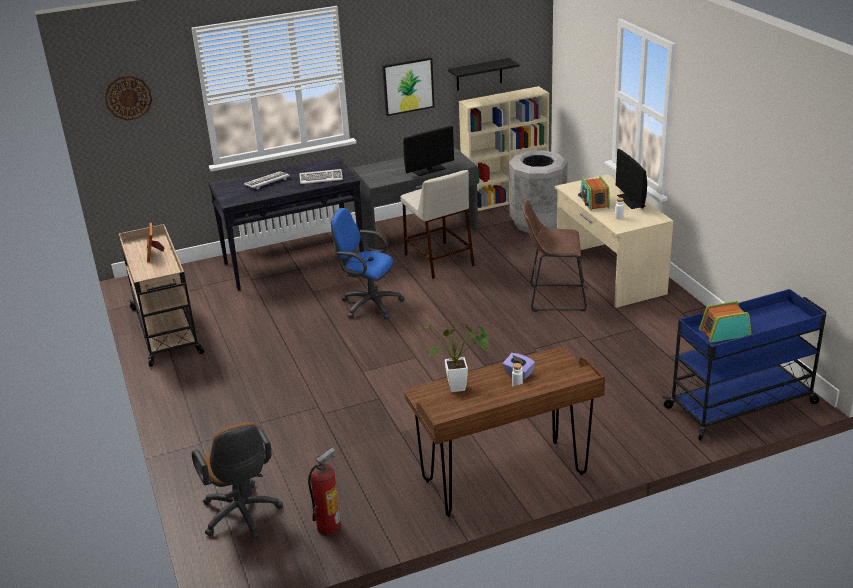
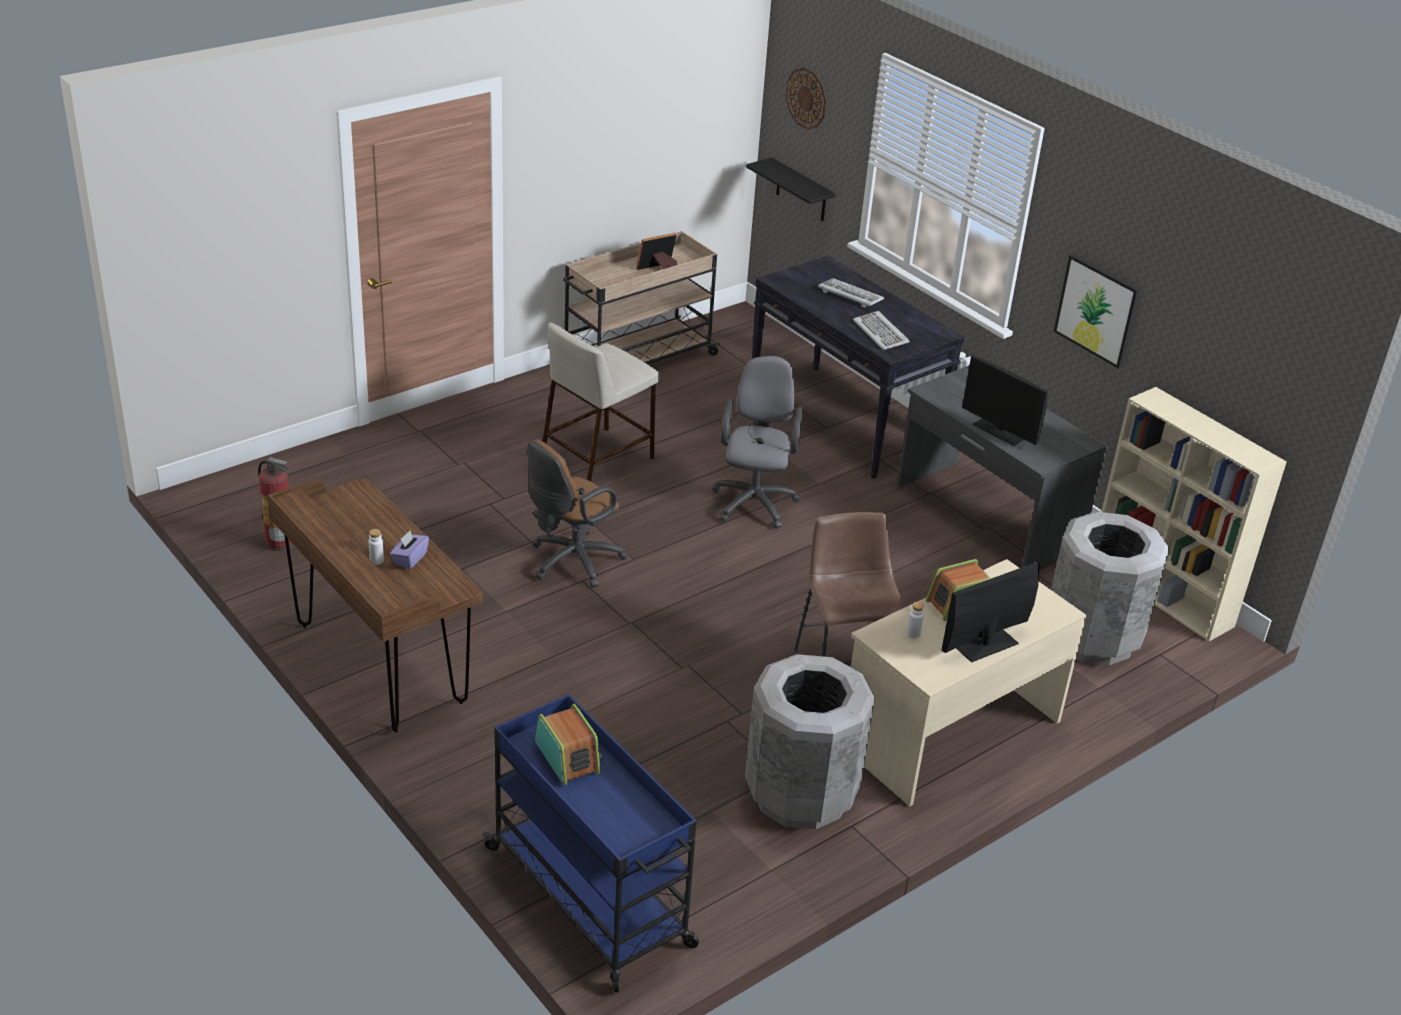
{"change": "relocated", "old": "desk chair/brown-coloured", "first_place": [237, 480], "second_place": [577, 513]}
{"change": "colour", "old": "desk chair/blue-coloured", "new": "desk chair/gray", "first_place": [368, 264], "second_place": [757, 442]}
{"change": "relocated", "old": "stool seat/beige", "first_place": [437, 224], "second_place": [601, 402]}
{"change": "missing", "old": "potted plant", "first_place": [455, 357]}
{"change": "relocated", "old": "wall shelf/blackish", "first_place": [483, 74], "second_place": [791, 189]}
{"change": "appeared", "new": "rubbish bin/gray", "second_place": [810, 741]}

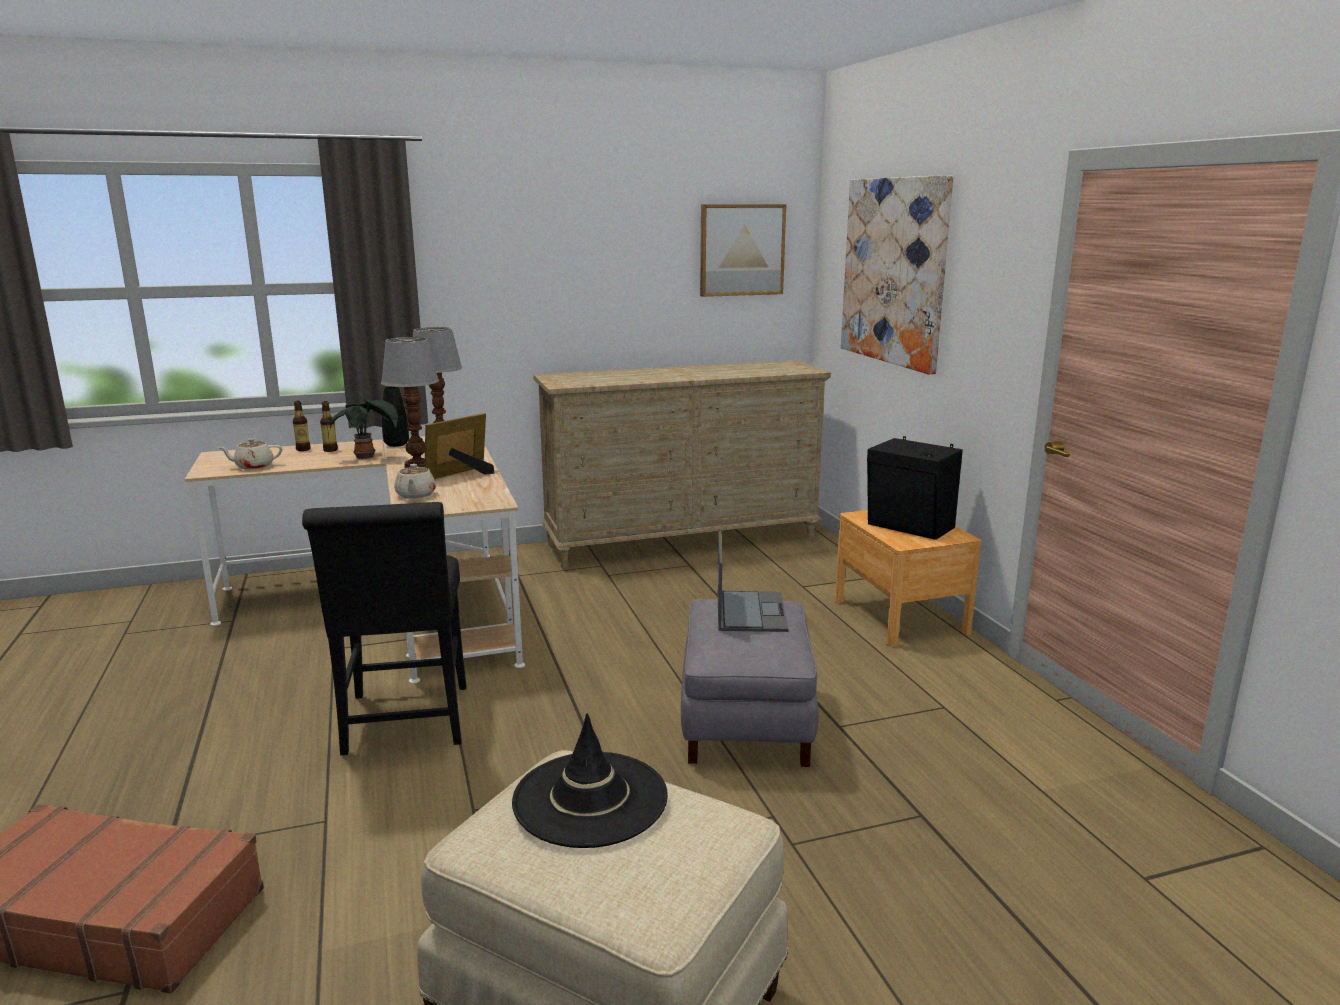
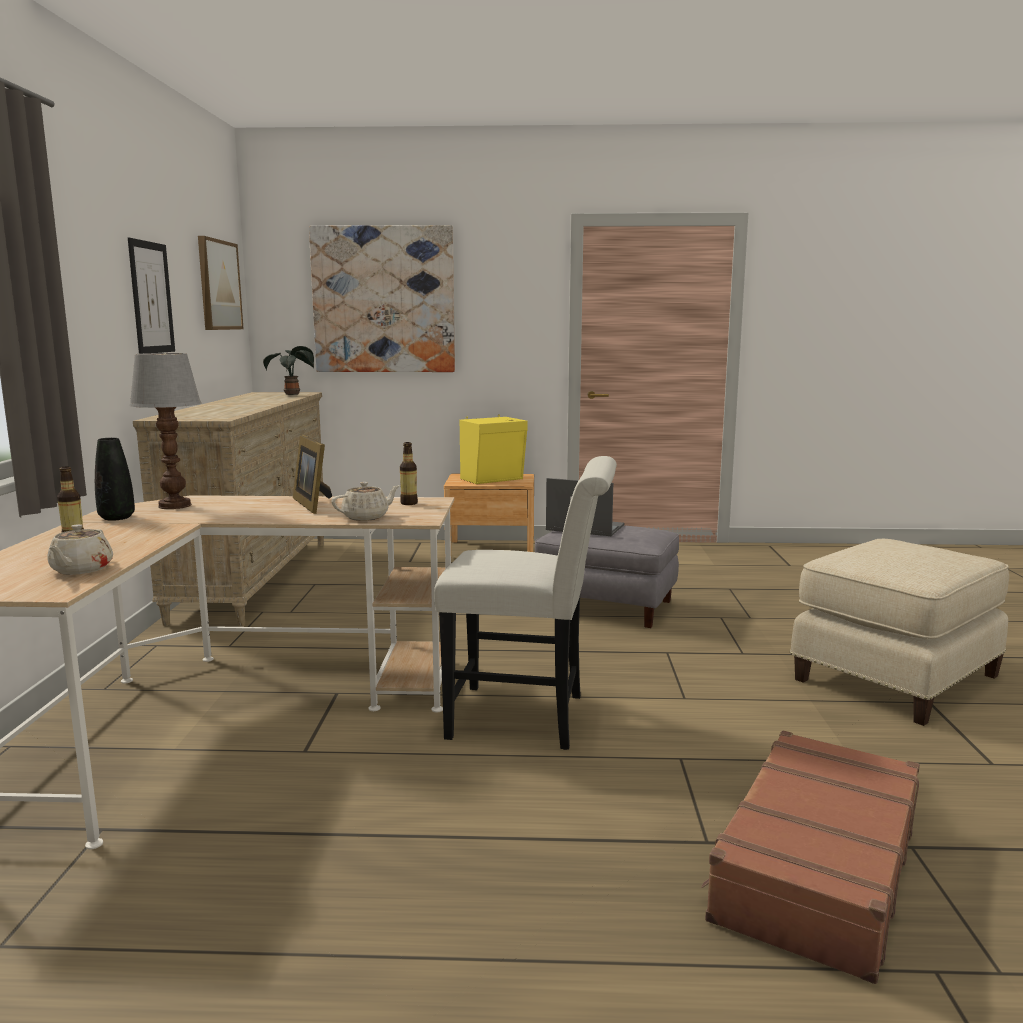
{"change": "relocated", "old": "bottle", "first_place": [302, 426], "second_place": [409, 473]}
{"change": "colour", "old": "plain chair/blackish", "new": "plain chair/white-coloured", "first_place": [384, 629], "second_place": [525, 603]}
{"change": "relocated", "old": "potted plant", "first_place": [364, 429], "second_place": [288, 370]}
{"change": "missing", "old": "tabletop lamp", "first_place": [410, 402]}
{"change": "spun", "old": "tea pot/beige", "first_place": [415, 481], "second_place": [365, 501], "degrees": -45}
{"change": "missing", "old": "hat/blackish", "first_place": [590, 780]}
{"change": "colour", "old": "speaker/blackish", "new": "speaker/yellow", "first_place": [915, 488], "second_place": [494, 449]}
{"change": "appeared", "new": "picture", "second_place": [151, 296]}

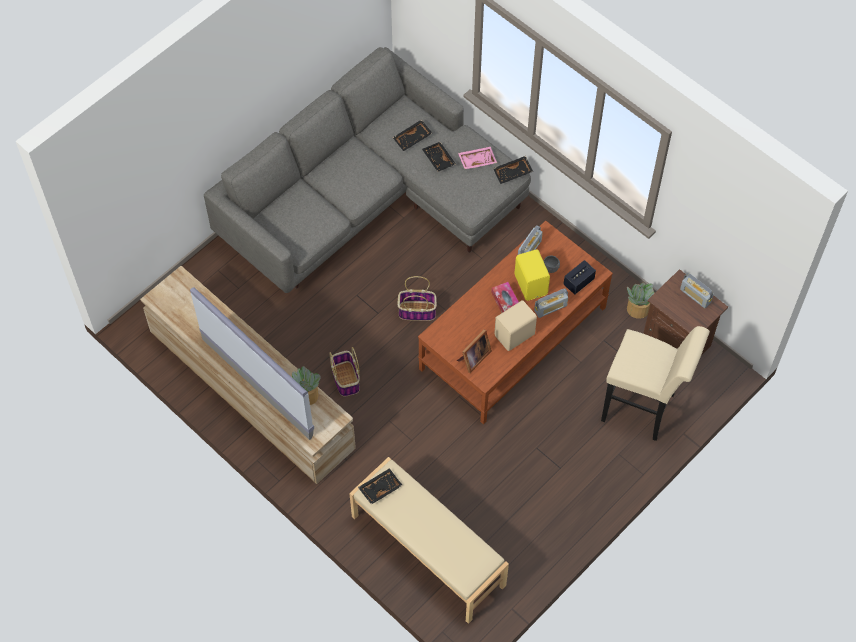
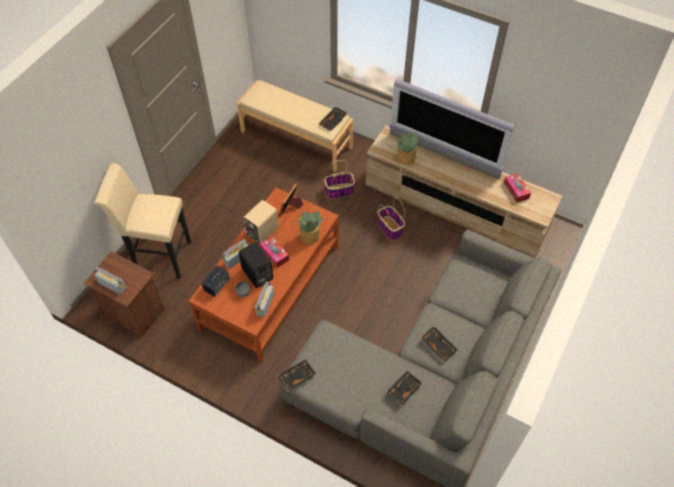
{"change": "relocated", "old": "storage basket", "first_place": [417, 298], "second_place": [339, 179]}
{"change": "relocated", "old": "serving tray/blackish", "first_place": [439, 157], "second_place": [439, 344]}
{"change": "missing", "old": "serving tray/pink", "first_place": [477, 158]}
{"change": "colour", "old": "speaker/yellow", "new": "speaker/blackish", "first_place": [532, 275], "second_place": [256, 265]}
{"change": "relocated", "old": "potted plant", "first_place": [641, 300], "second_place": [310, 227]}
{"change": "appeared", "new": "box of tissues", "second_place": [517, 188]}

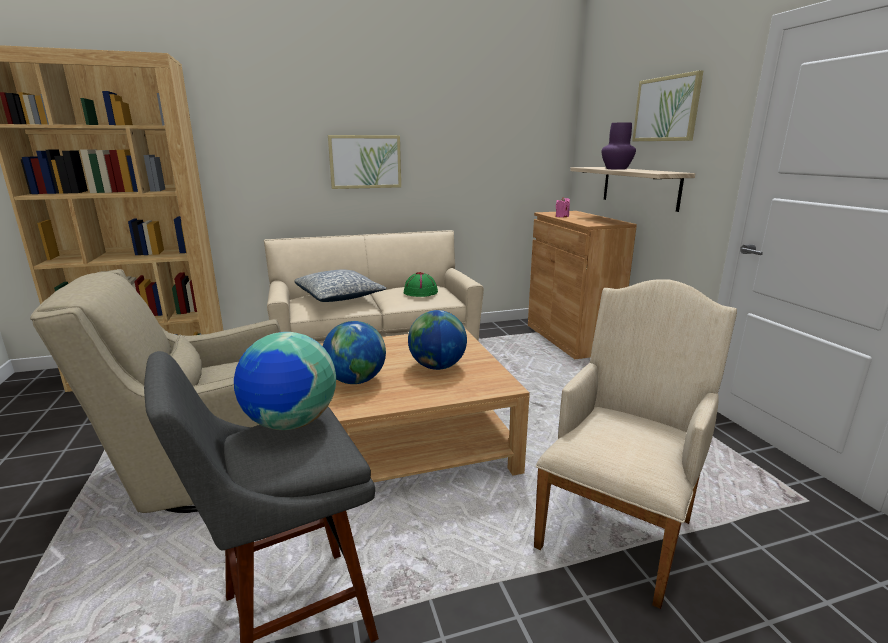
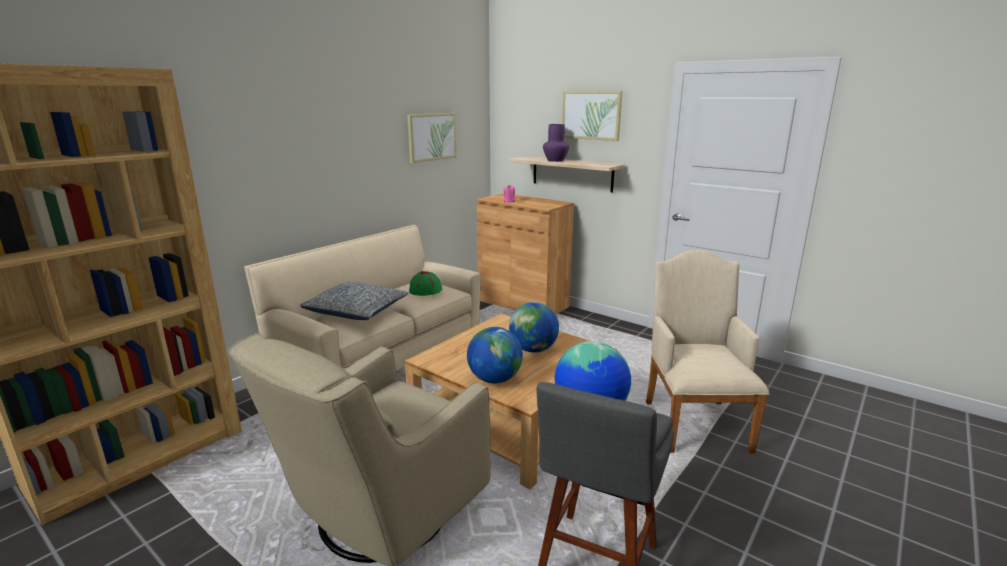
{"change": "relocated", "old": "picture", "first_place": [364, 162], "second_place": [432, 138]}

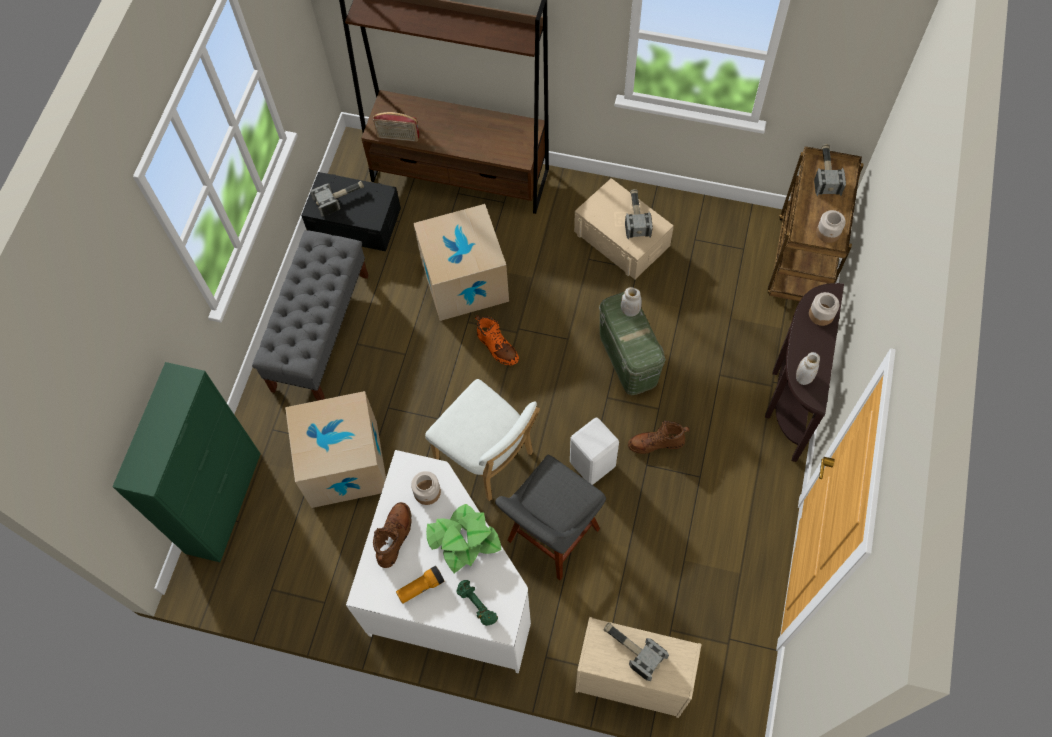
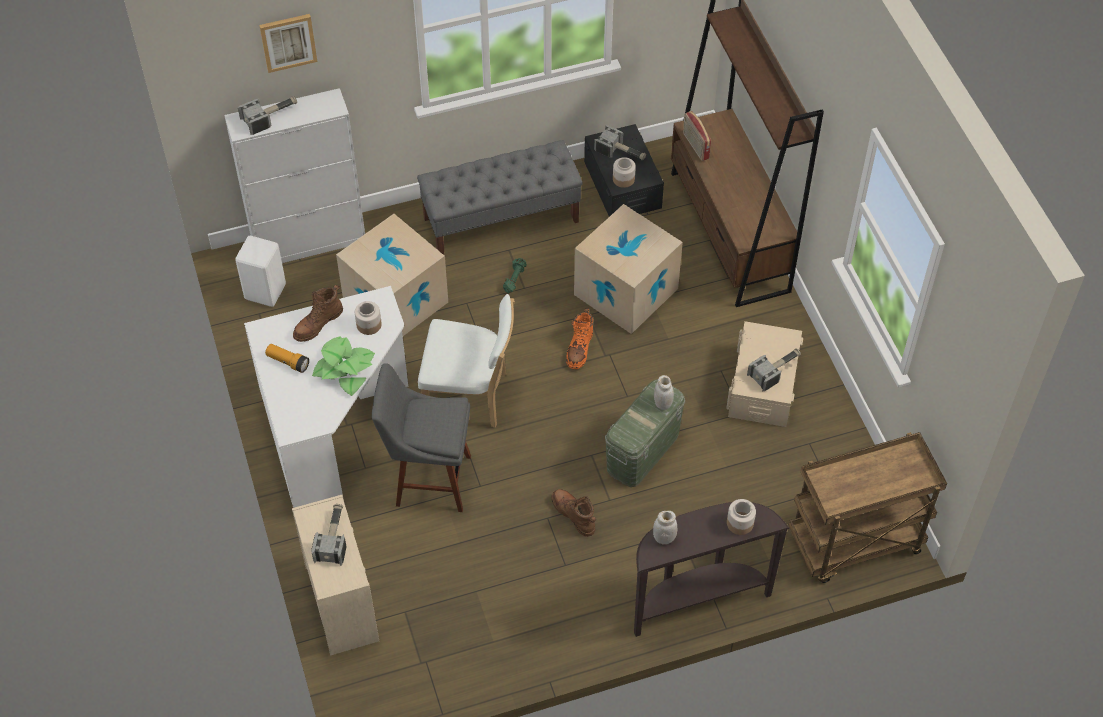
{"change": "colour", "old": "storage cabinet/greenish", "new": "storage cabinet/white-coloured", "first_place": [186, 462], "second_place": [294, 175]}
{"change": "spun", "old": "boot/brown-coloured", "first_place": [392, 535], "second_place": [318, 313], "degrees": 150}
{"change": "spun", "old": "plain chair/white-coloured", "first_place": [482, 440], "second_place": [466, 361], "degrees": -90}
{"change": "relocated", "old": "free weight/greenish", "first_place": [477, 603], "second_place": [515, 276]}
{"change": "relocated", "old": "stool seat/white-coloured", "first_place": [594, 451], "second_place": [260, 271]}
{"change": "relocated", "old": "hand hammer", "first_place": [830, 170], "second_place": [267, 115]}
{"change": "relocated", "old": "preserve jar", "first_place": [831, 226], "second_place": [624, 172]}
{"change": "appeared", "new": "picture", "second_place": [288, 43]}

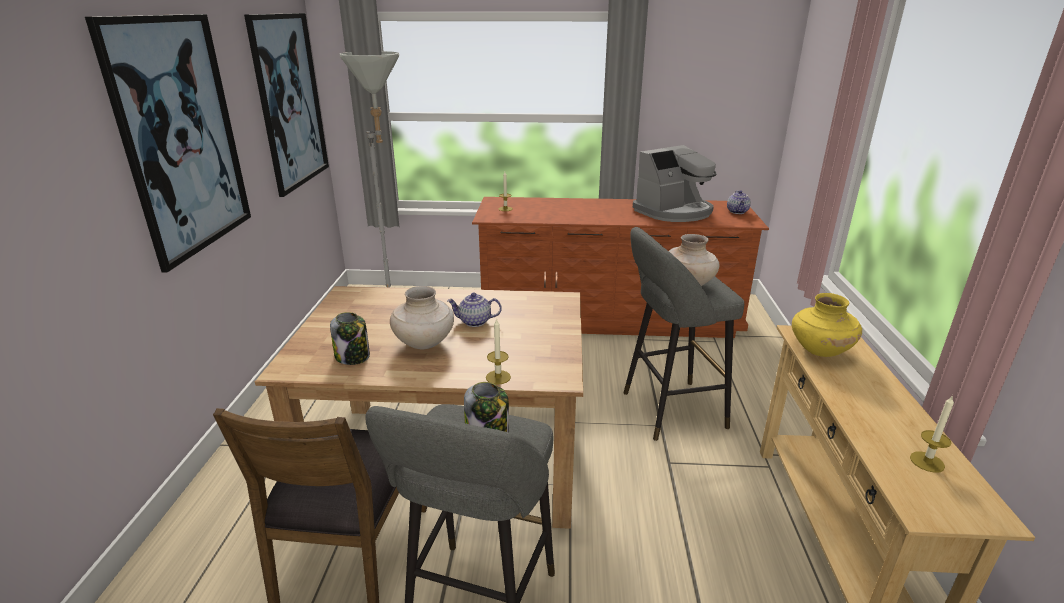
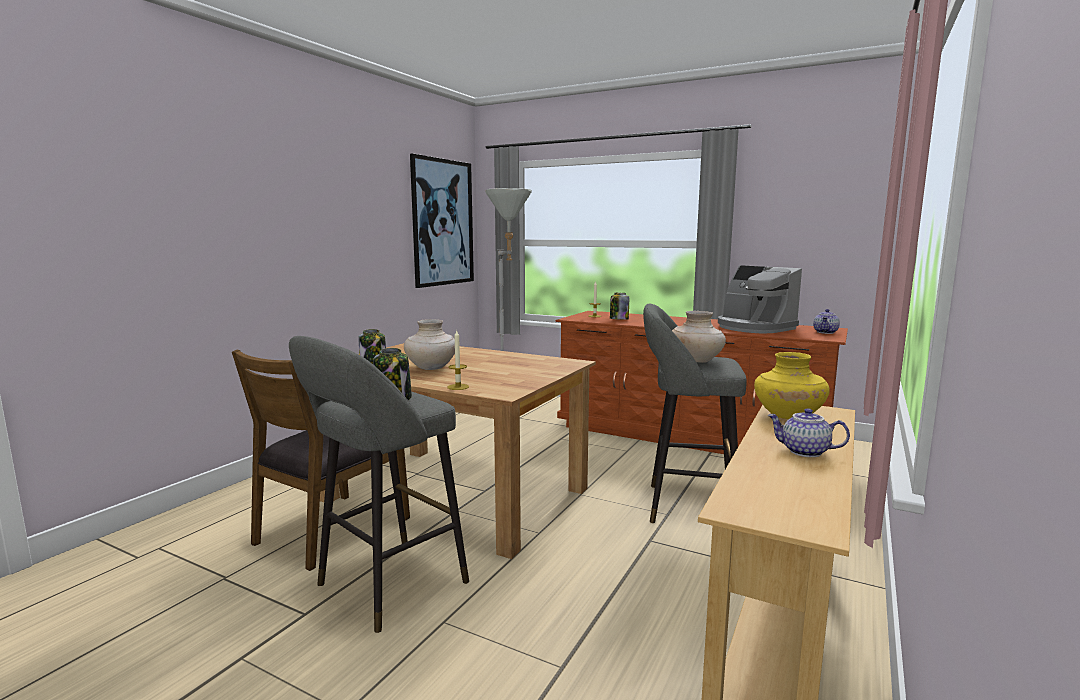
{"change": "missing", "old": "picture", "first_place": [168, 143]}
{"change": "relocated", "old": "tea pot", "first_place": [474, 310], "second_place": [808, 432]}
{"change": "spun", "old": "coffee brewer", "first_place": [675, 183], "second_place": [760, 299], "degrees": 60}
{"change": "missing", "old": "wax light", "first_place": [932, 434]}
{"change": "appeared", "new": "preserve jar", "second_place": [619, 306]}

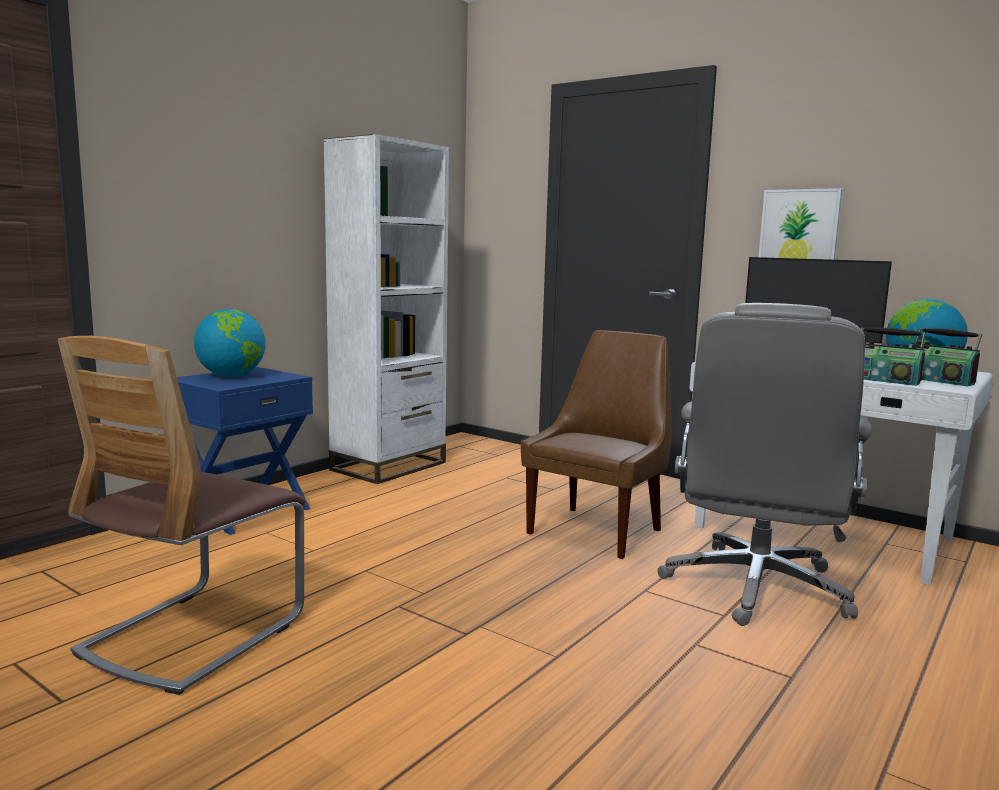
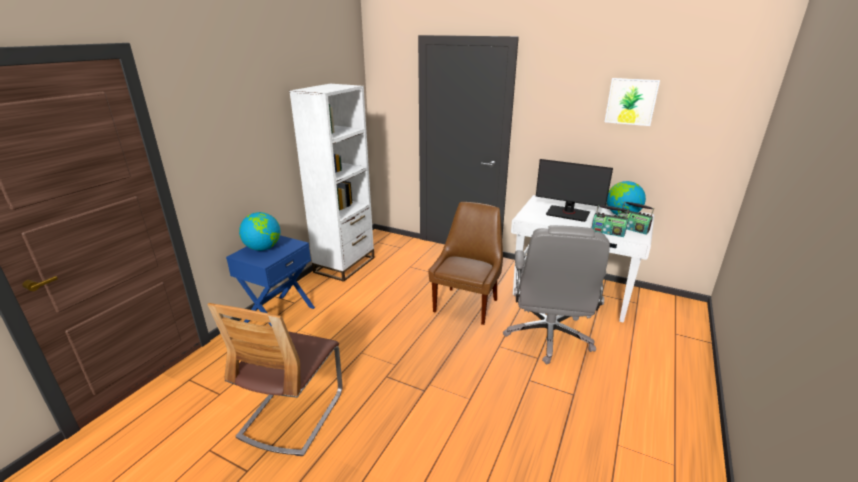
{"change": "relocated", "old": "picture", "first_place": [800, 224], "second_place": [632, 102]}

